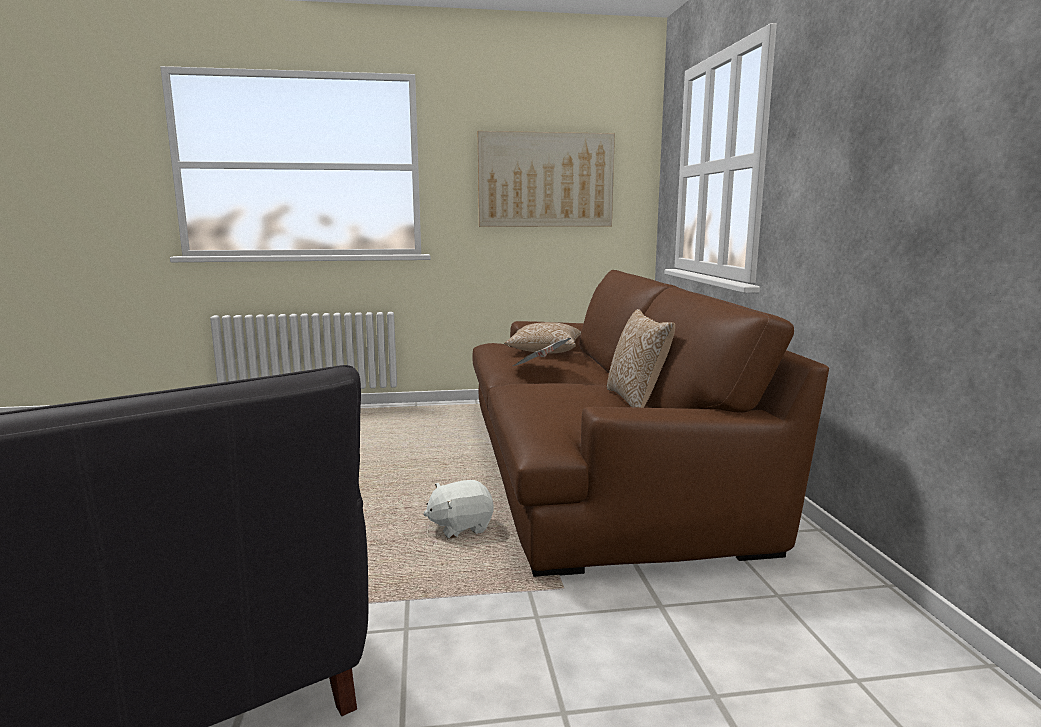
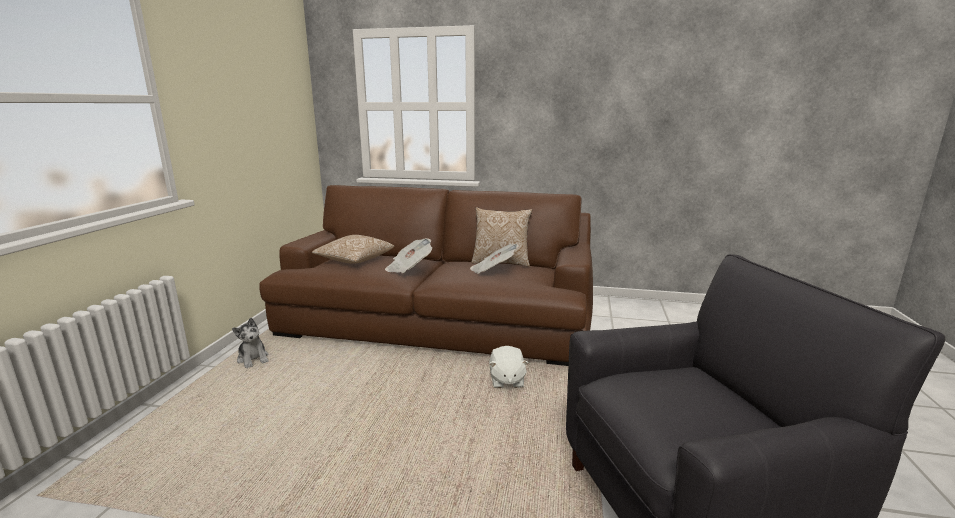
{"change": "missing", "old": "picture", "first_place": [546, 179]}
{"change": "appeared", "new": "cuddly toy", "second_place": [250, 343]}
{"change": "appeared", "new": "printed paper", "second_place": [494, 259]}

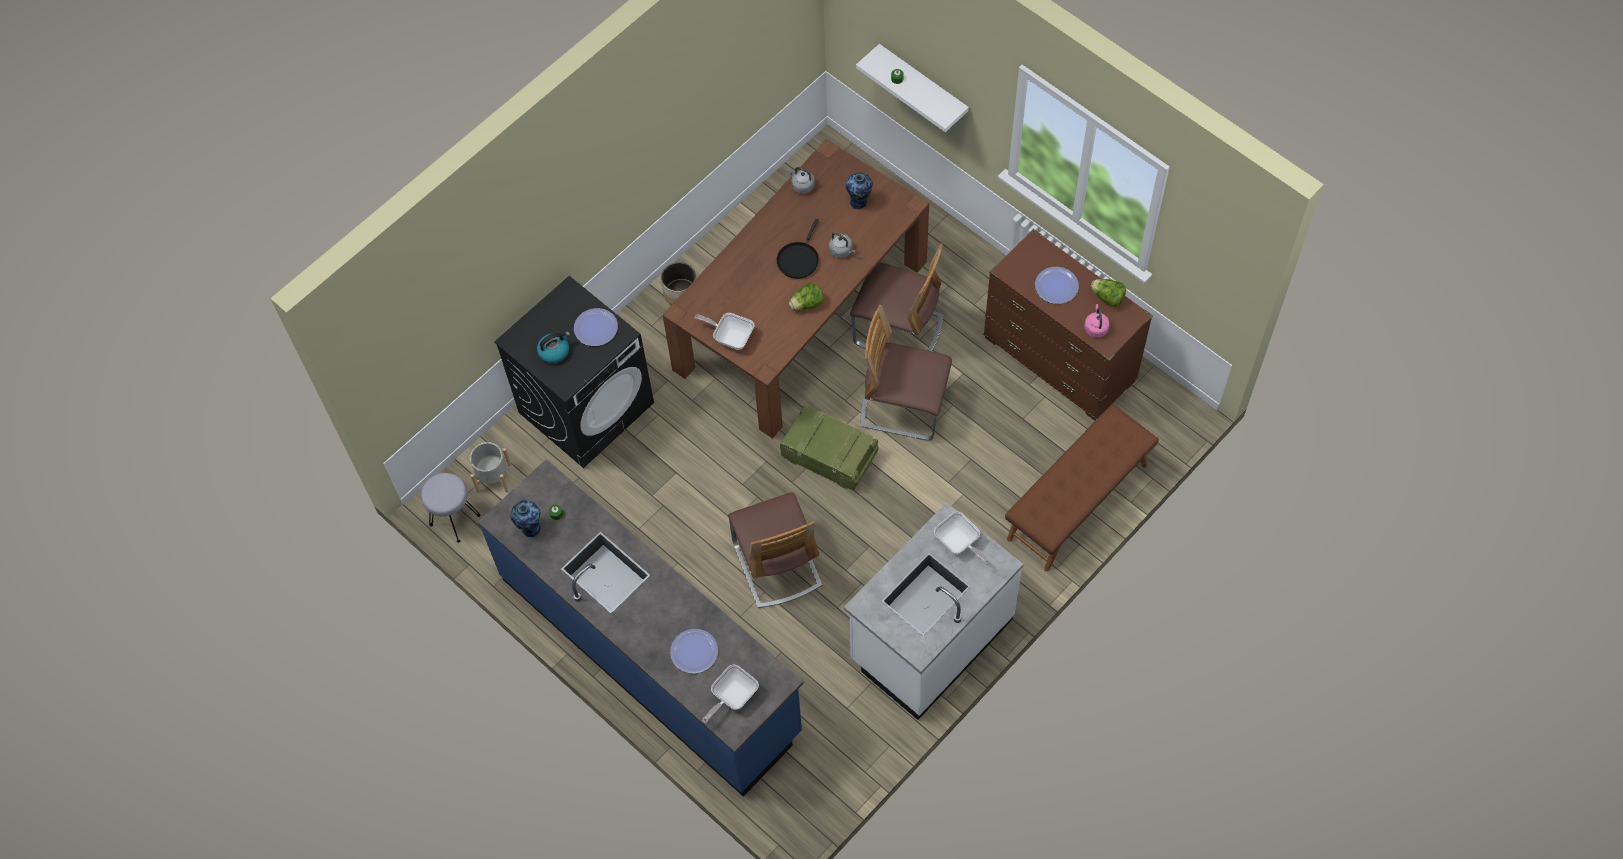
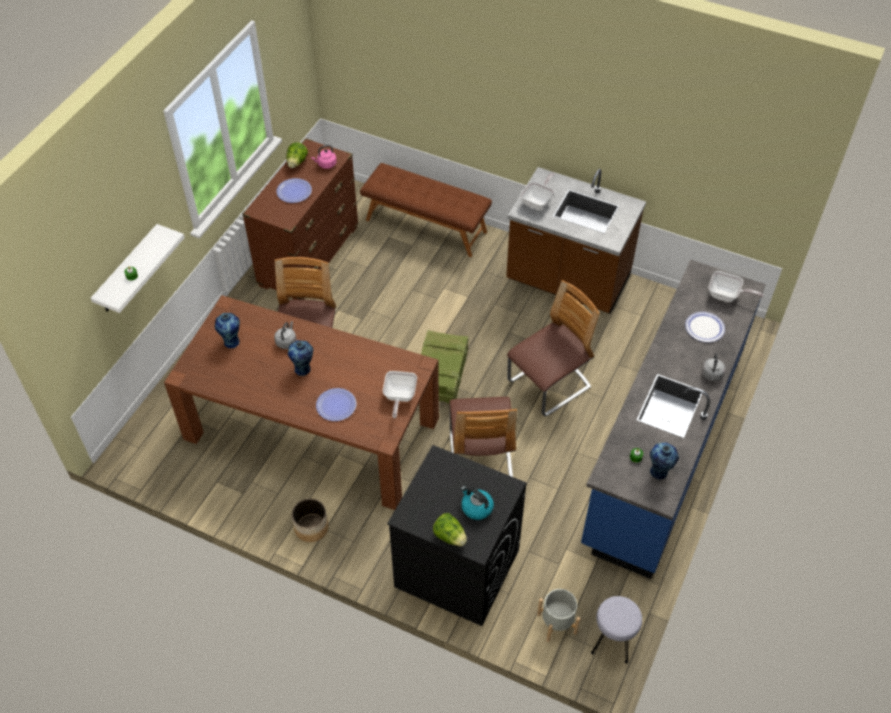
{"change": "relocated", "old": "plate", "first_place": [596, 327], "second_place": [336, 404]}
{"change": "exchanged", "old": "frying pan/blackish", "new": "flower vase", "first_place": [797, 249], "second_place": [300, 358]}
{"change": "relocated", "old": "tea kettle/gray", "first_place": [801, 180], "second_place": [714, 367]}
{"change": "relocated", "old": "head of lettuce", "first_place": [806, 296], "second_place": [450, 529]}
{"change": "colour", "old": "kitchen counter/white-coloured", "new": "kitchen counter/brown-coloured", "first_place": [933, 611], "second_place": [576, 240]}
{"change": "relocated", "old": "plain chair", "first_place": [906, 372], "second_place": [483, 437]}

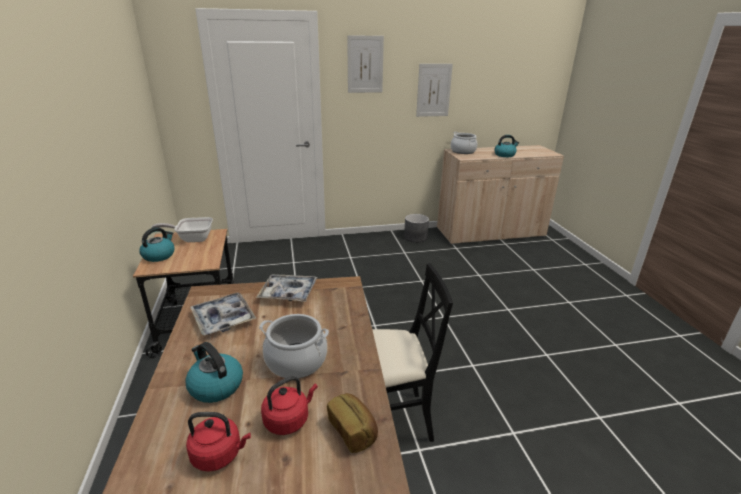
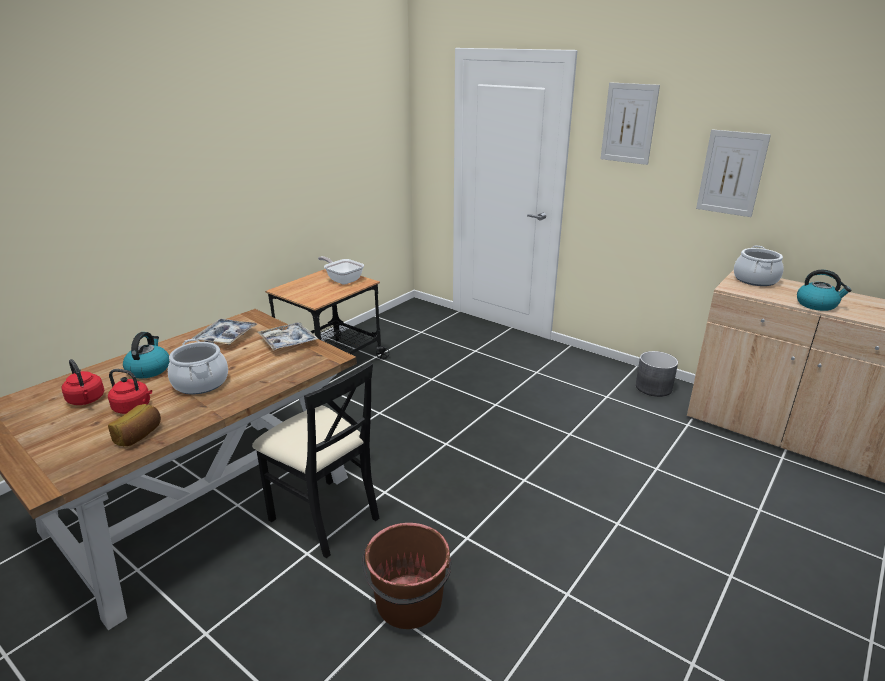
{"change": "missing", "old": "tea kettle", "first_place": [157, 244]}
{"change": "appeared", "new": "pail/brown-coloured", "second_place": [406, 576]}

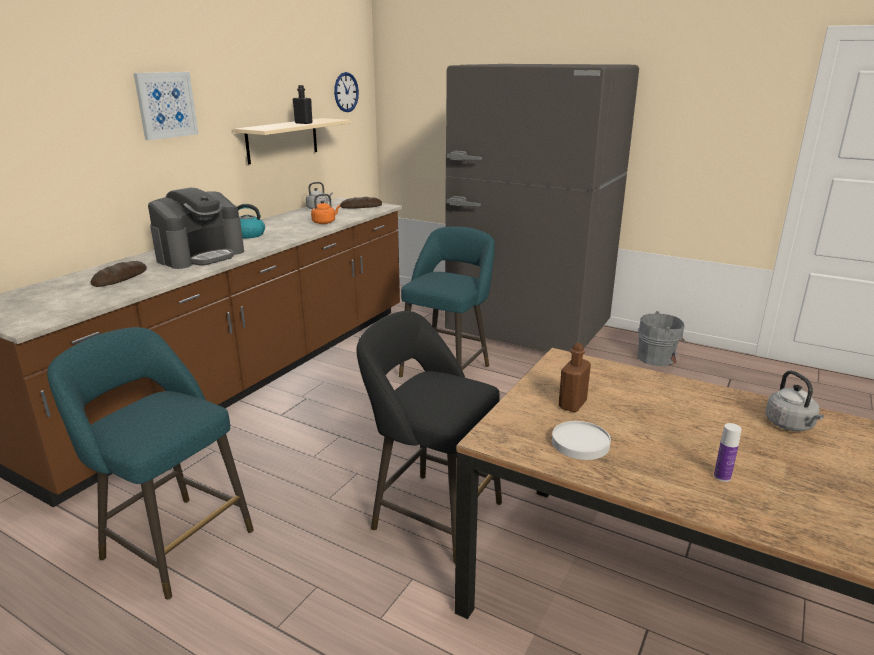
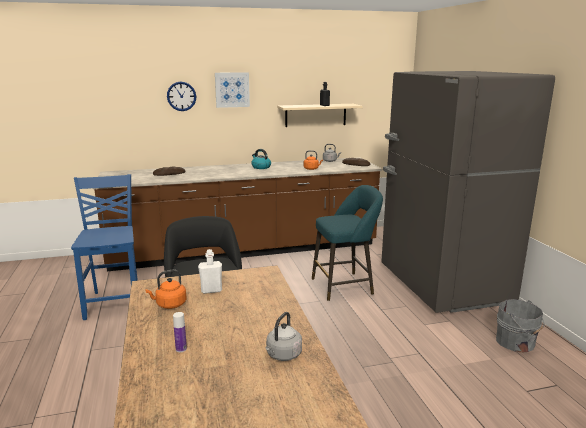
{"change": "exchanged", "old": "stool seat/turquoise", "new": "plain chair/blue-coloured", "first_place": [150, 463], "second_place": [104, 247]}
{"change": "missing", "old": "coffee brewer", "first_place": [196, 228]}
{"change": "relocated", "old": "wall clock", "first_place": [346, 92], "second_place": [181, 96]}
{"change": "exchanged", "old": "plate/white-coloured", "new": "tea kettle/orange", "first_place": [581, 440], "second_place": [166, 289]}
{"change": "colour", "old": "bottle/brown-coloured", "new": "bottle/white-coloured", "first_place": [574, 377], "second_place": [210, 271]}

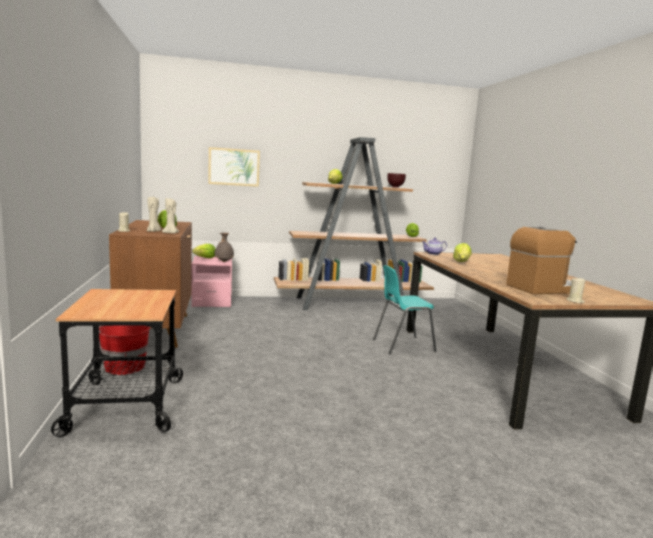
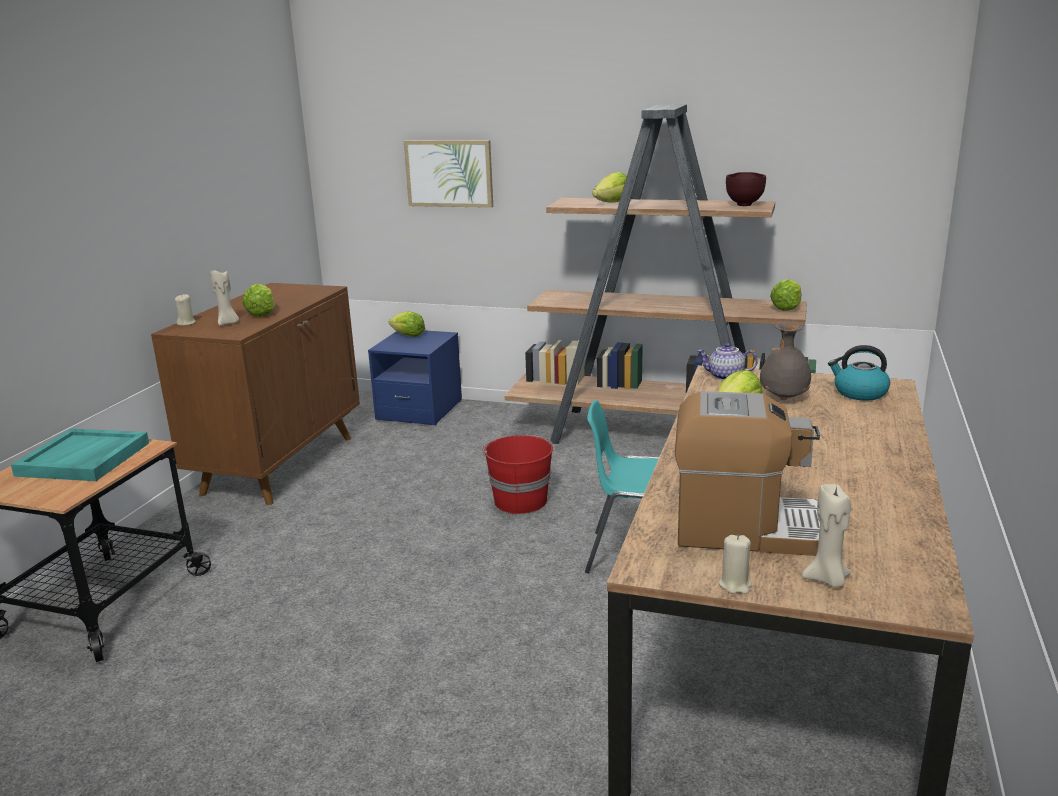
{"change": "relocated", "old": "pail/red", "first_place": [124, 350], "second_place": [517, 474]}
{"change": "relocated", "old": "wax light/beige", "first_place": [170, 216], "second_place": [826, 535]}
{"change": "colour", "old": "nightstand/pink", "new": "nightstand/blue-coloured", "first_place": [211, 281], "second_place": [415, 377]}
{"change": "relocated", "old": "flower vase/gray", "first_place": [224, 247], "second_place": [785, 361]}
{"change": "appeared", "new": "serving tray/turquoise", "second_place": [80, 455]}
{"change": "appeared", "new": "tea kettle", "second_place": [859, 373]}

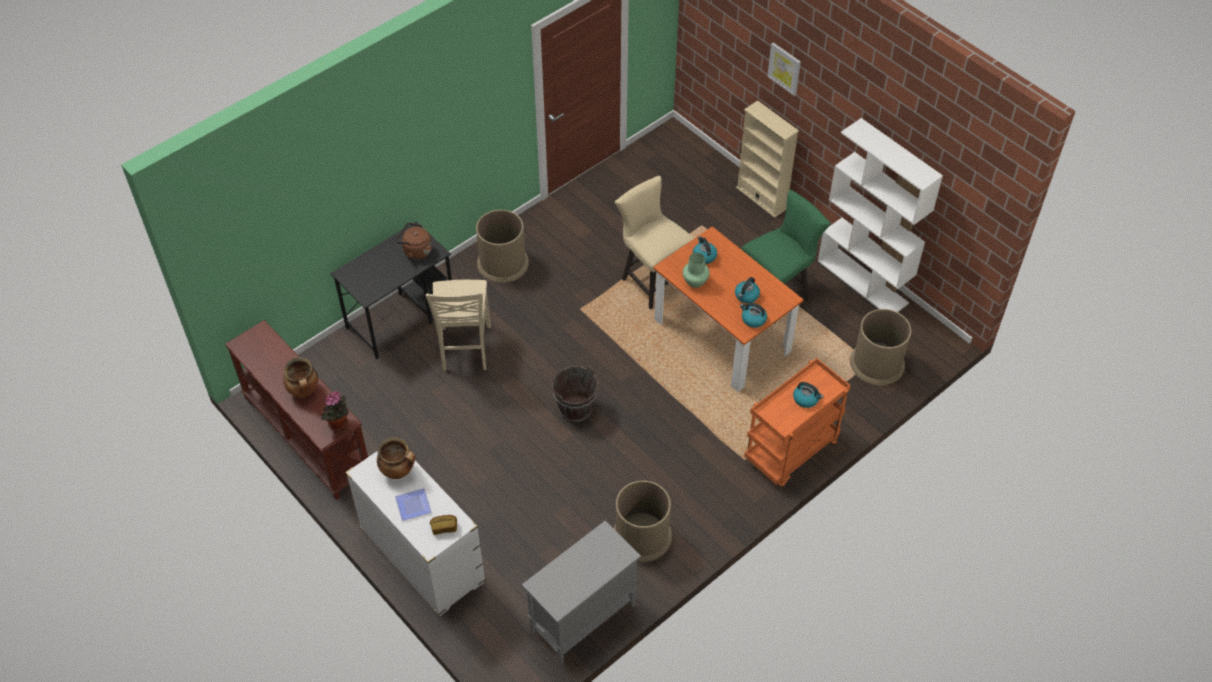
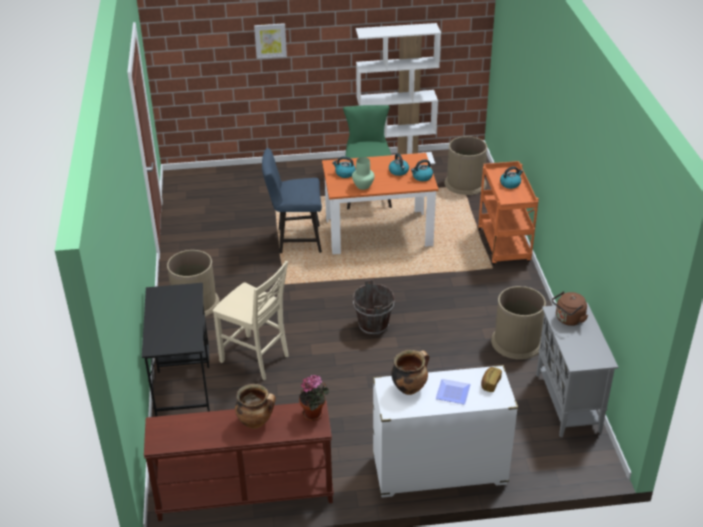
{"change": "relocated", "old": "tea kettle/brown-coloured", "first_place": [414, 241], "second_place": [570, 308]}
{"change": "colour", "old": "plain chair/beige", "new": "plain chair/blue-coloured", "first_place": [654, 243], "second_place": [292, 201]}
{"change": "missing", "old": "shelving unit/beige", "first_place": [767, 159]}

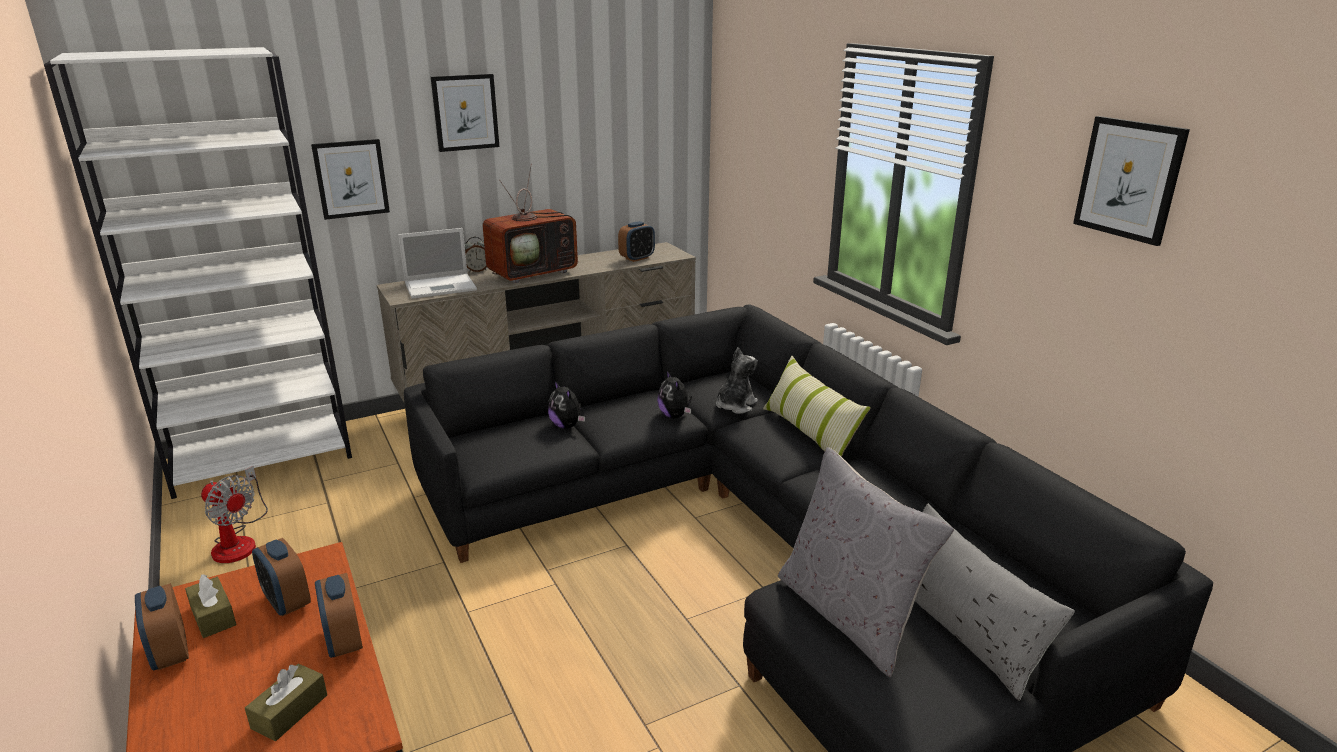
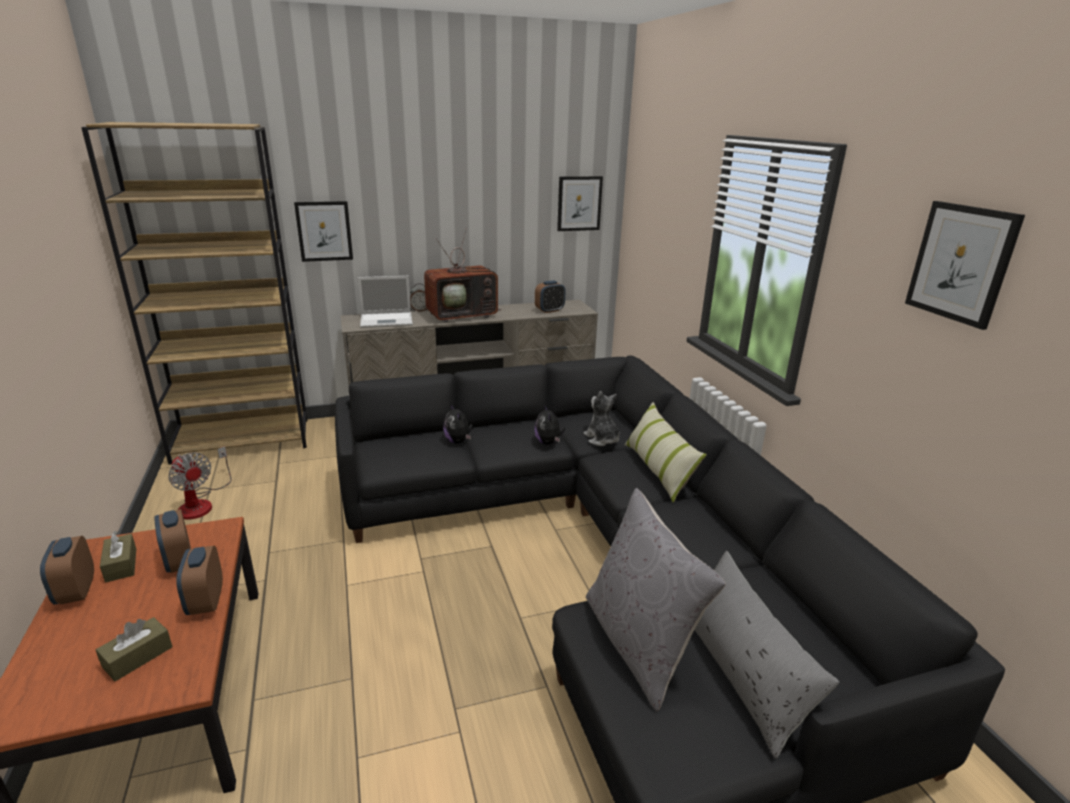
{"change": "colour", "old": "shelving unit/white-coloured", "new": "shelving unit/brown-coloured", "first_place": [198, 273], "second_place": [194, 293]}
{"change": "relocated", "old": "picture", "first_place": [465, 113], "second_place": [580, 203]}
{"change": "spun", "old": "cuddly toy", "first_place": [737, 380], "second_place": [601, 418], "degrees": -75}

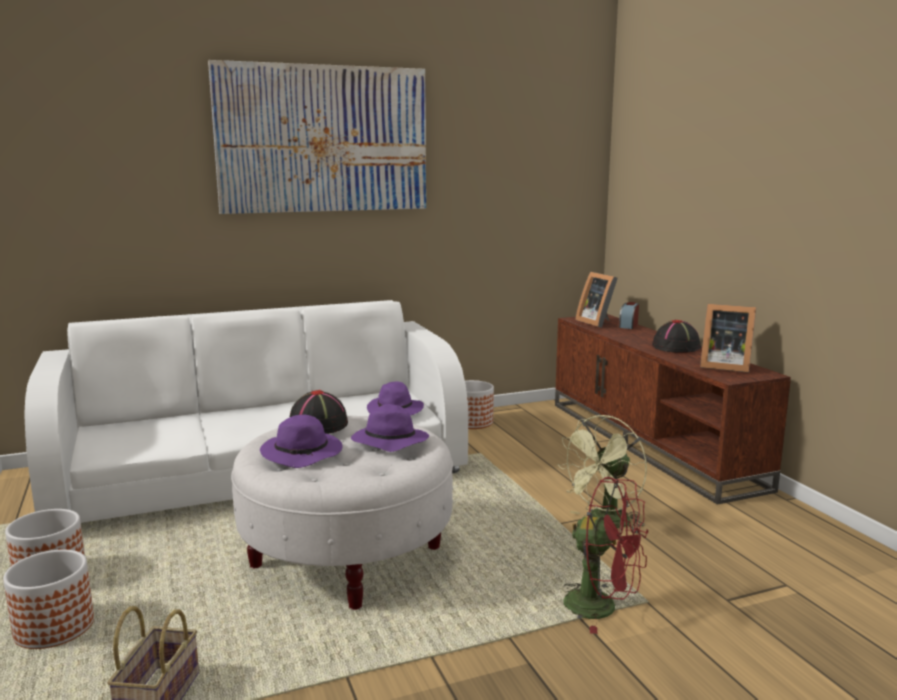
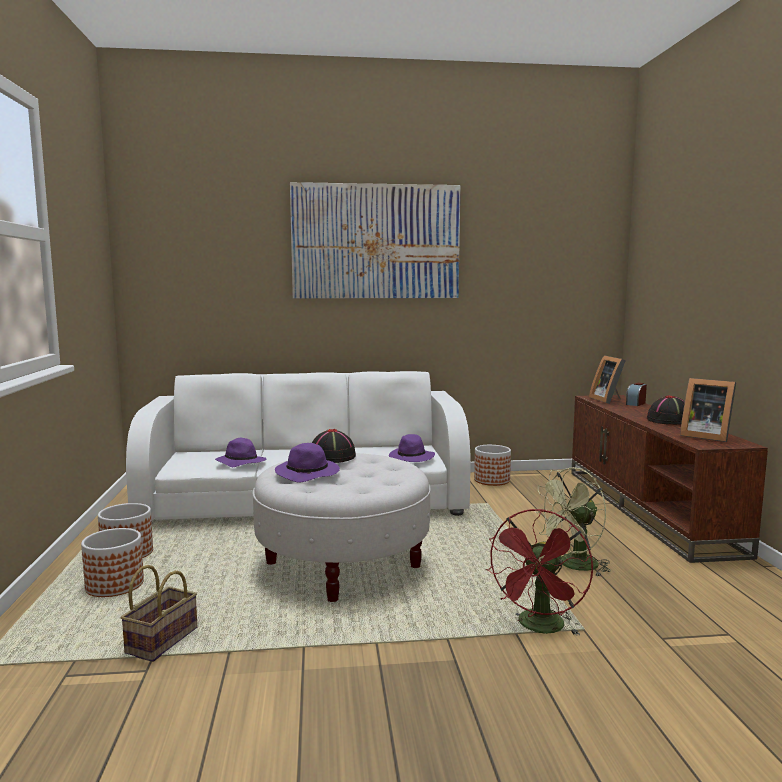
{"change": "relocated", "old": "hat/purplish", "first_place": [390, 428], "second_place": [241, 452]}
{"change": "spun", "old": "electric fan/red", "first_place": [605, 555], "second_place": [539, 572], "degrees": 75}

